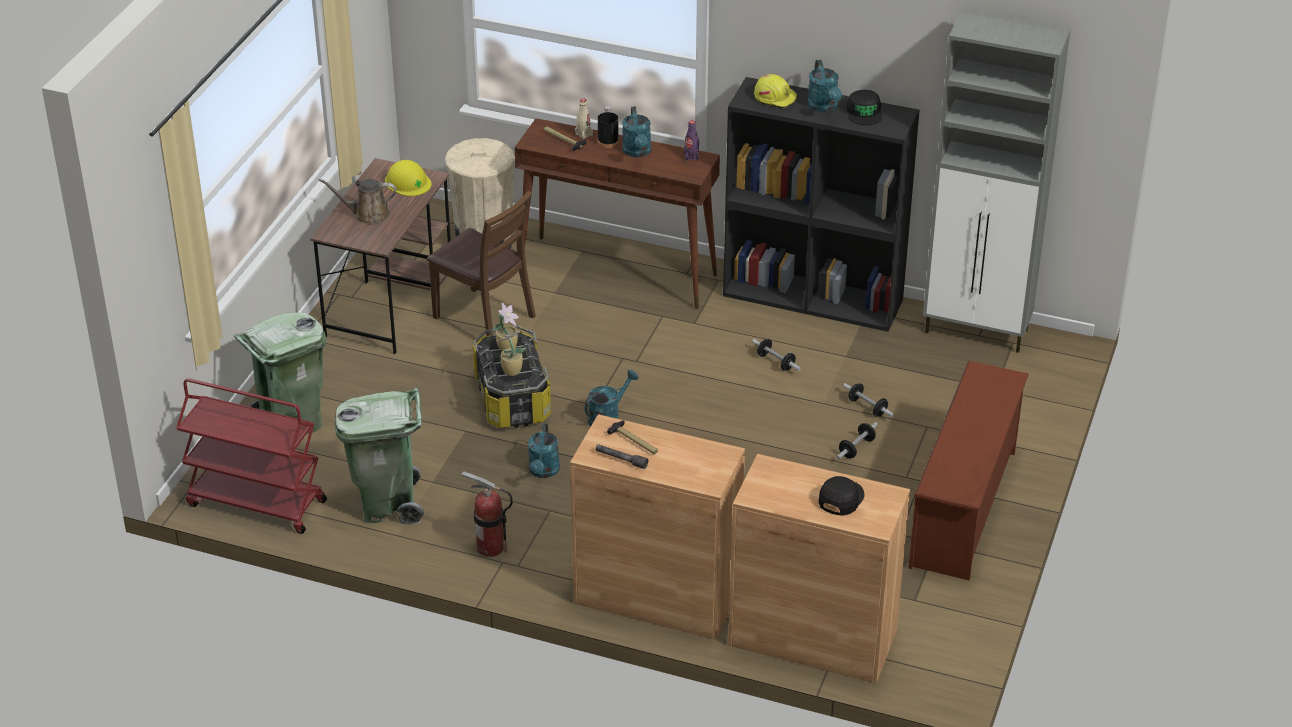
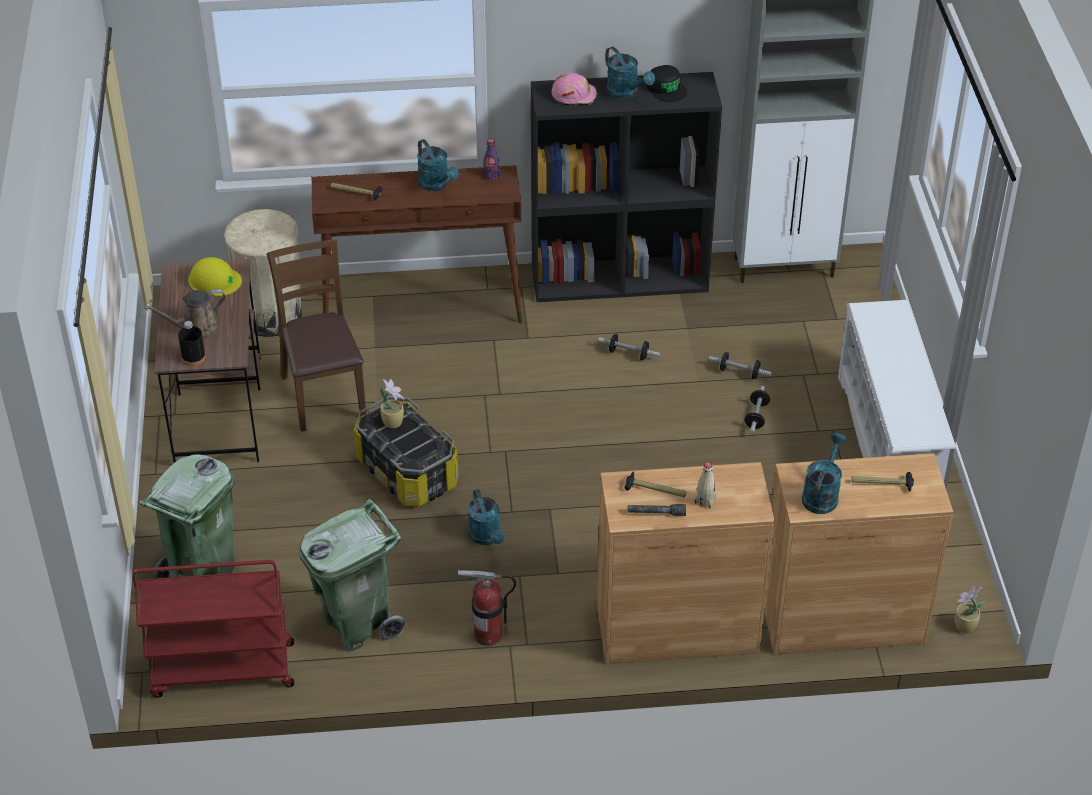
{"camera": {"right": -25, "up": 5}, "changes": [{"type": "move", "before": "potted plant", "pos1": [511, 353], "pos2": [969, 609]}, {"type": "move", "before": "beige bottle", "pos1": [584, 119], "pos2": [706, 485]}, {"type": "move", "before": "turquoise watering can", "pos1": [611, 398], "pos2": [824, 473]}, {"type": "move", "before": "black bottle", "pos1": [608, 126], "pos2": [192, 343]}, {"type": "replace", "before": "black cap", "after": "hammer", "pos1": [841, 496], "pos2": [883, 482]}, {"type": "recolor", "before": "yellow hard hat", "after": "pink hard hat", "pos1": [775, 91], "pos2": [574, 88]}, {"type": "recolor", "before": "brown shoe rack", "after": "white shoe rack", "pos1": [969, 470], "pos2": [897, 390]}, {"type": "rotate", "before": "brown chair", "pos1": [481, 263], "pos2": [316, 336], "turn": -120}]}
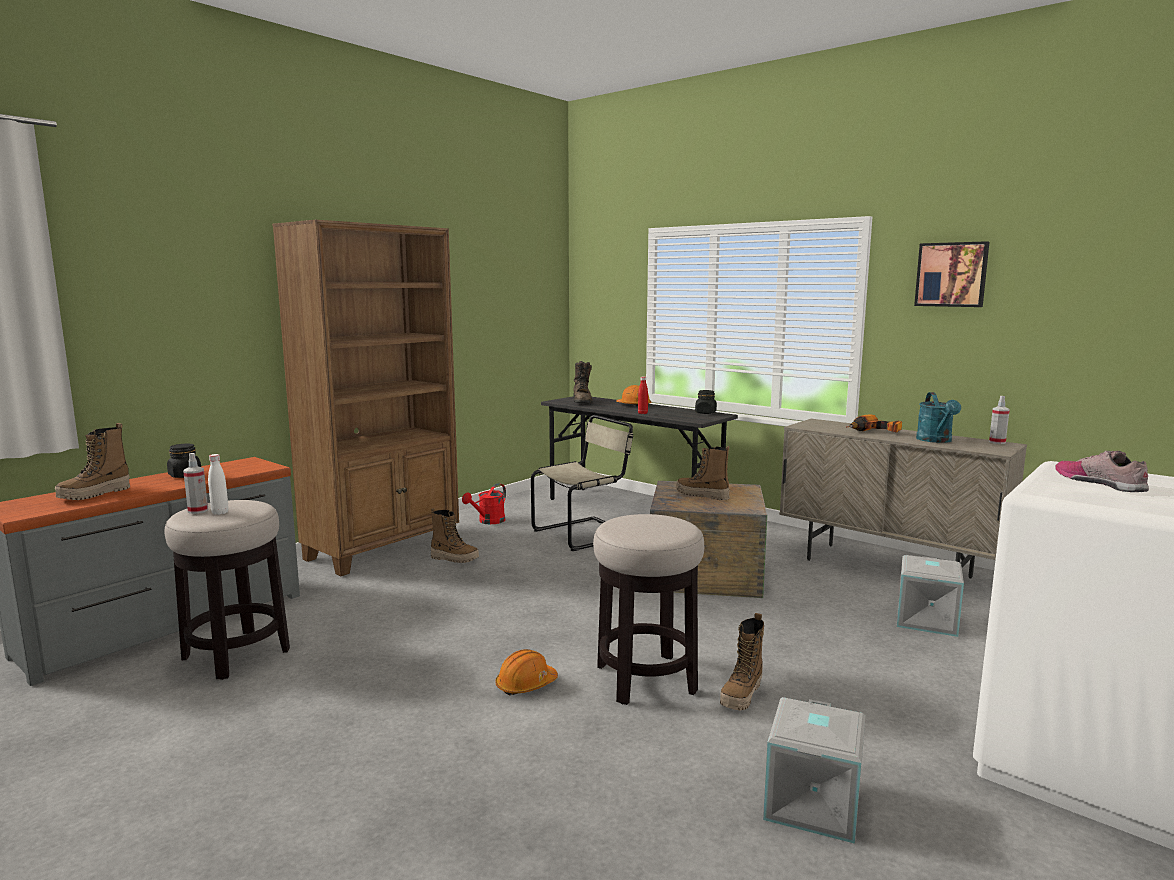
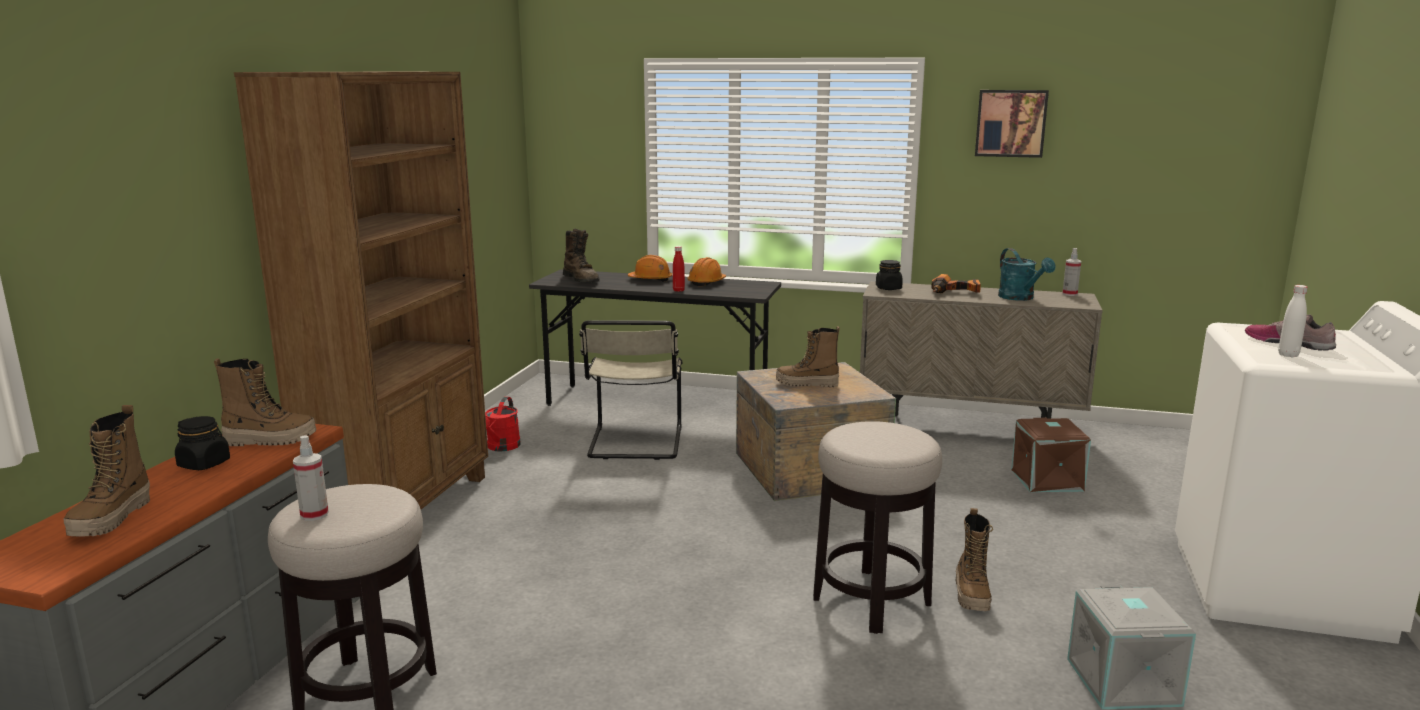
{"camera": {"right": -25, "up": 5}, "changes": [{"type": "move", "before": "white bottle", "pos1": [218, 484], "pos2": [1293, 321]}, {"type": "move", "before": "boot", "pos1": [455, 535], "pos2": [265, 402]}, {"type": "move", "before": "orange hard hat", "pos1": [526, 672], "pos2": [706, 271]}, {"type": "move", "before": "black jar", "pos1": [706, 402], "pos2": [889, 275]}, {"type": "recolor", "before": "grey storage box", "after": "brown storage box", "pos1": [930, 596], "pos2": [1051, 455]}, {"type": "rotate", "before": "beige chair", "pos1": [582, 483], "pos2": [631, 390], "turn": 150}]}
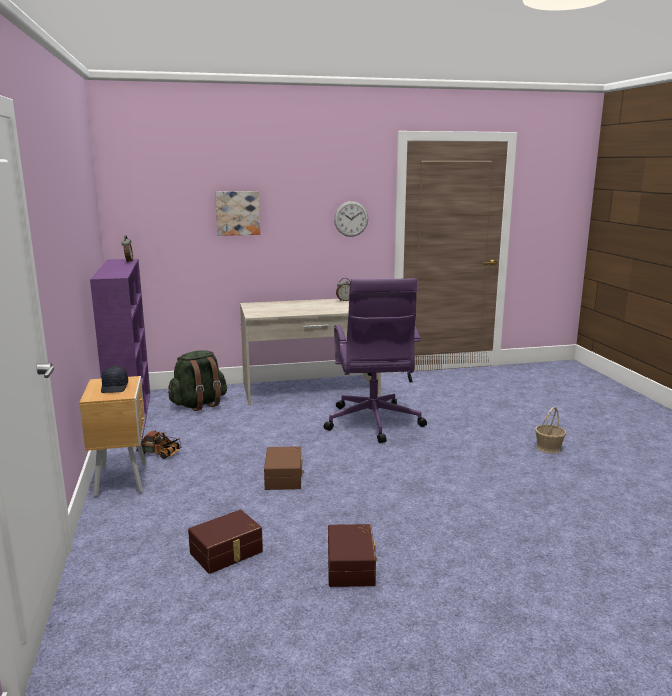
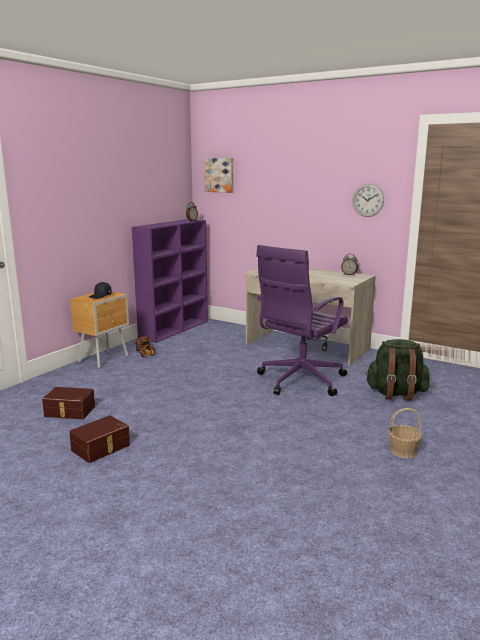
{"camera": {"right": 45, "up": 0}, "changes": [{"type": "delete", "before": "brown storage box", "pos1": [284, 468]}, {"type": "move", "before": "green backpack", "pos1": [197, 380], "pos2": [397, 370]}, {"type": "move", "before": "picture", "pos1": [237, 213], "pos2": [218, 175]}]}
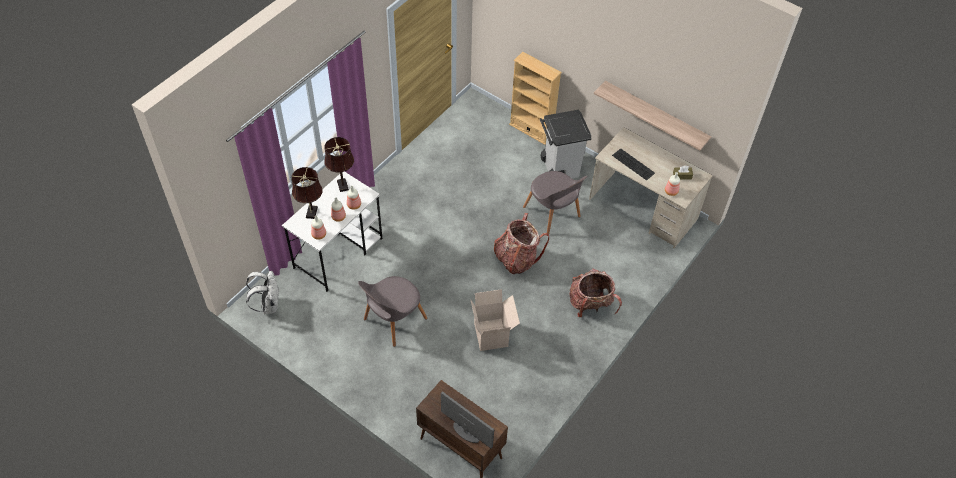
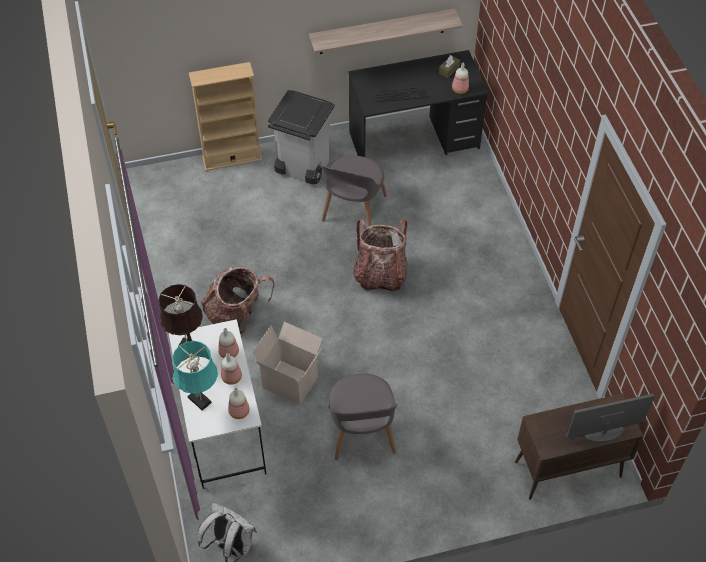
{"camera": {"right": -50, "up": 0}, "changes": [{"type": "move", "before": "cardboard box", "pos1": [495, 320], "pos2": [287, 363]}, {"type": "move", "before": "backpack", "pos1": [595, 293], "pos2": [237, 300]}, {"type": "recolor", "before": "brown table lamp", "after": "turquoise table lamp", "pos1": [306, 193], "pos2": [195, 375]}, {"type": "recolor", "before": "beige desk", "after": "black desk", "pos1": [651, 187], "pos2": [419, 103]}, {"type": "rotate", "before": "grey chair", "pos1": [555, 202], "pos2": [354, 191], "turn": 105}]}
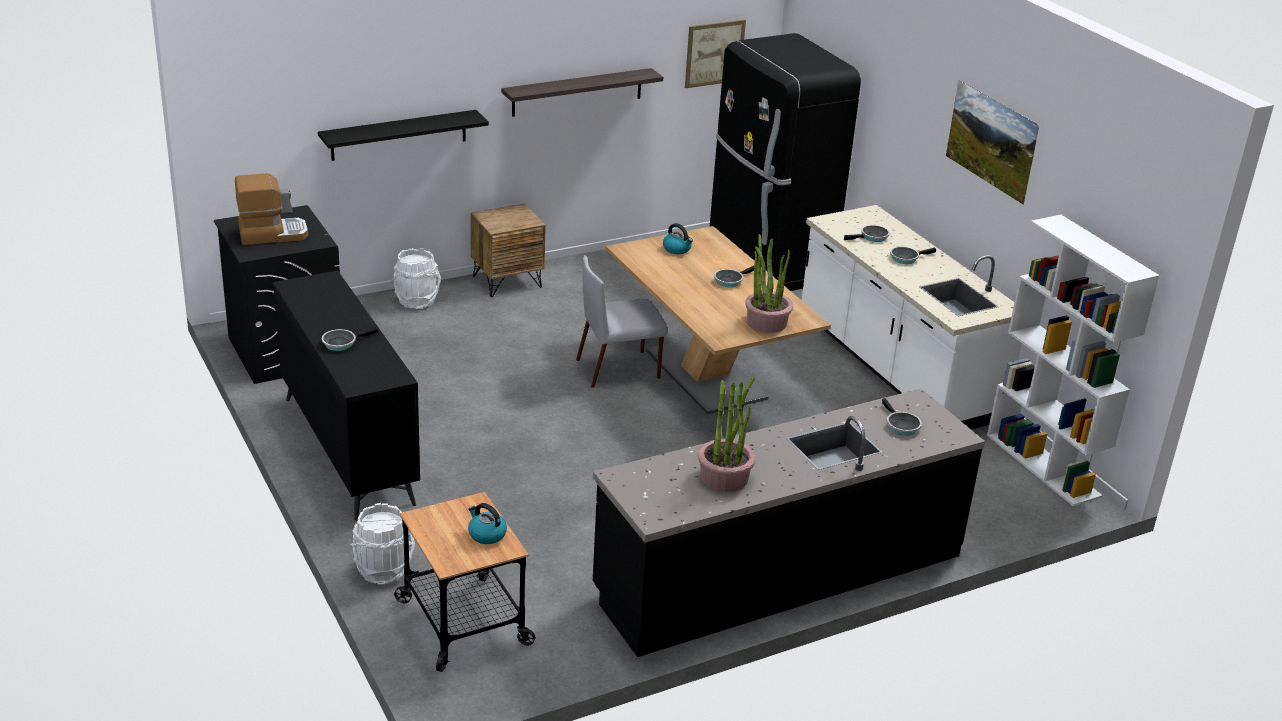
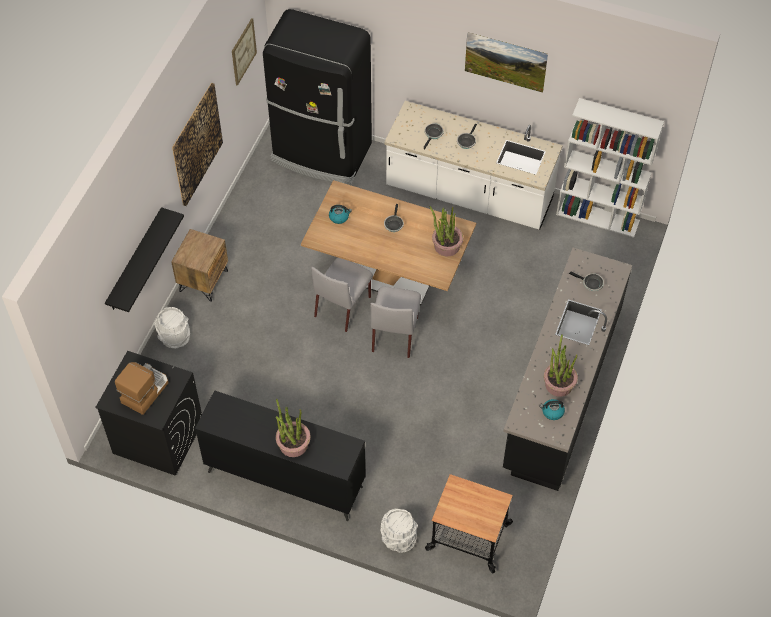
{"camera": {"right": -40, "up": 25}, "changes": [{"type": "insert", "after": "grey chair", "pos2": [395, 322]}, {"type": "move", "before": "kettle", "pos1": [487, 523], "pos2": [552, 409]}, {"type": "replace", "before": "frying pan", "after": "potted plant", "pos1": [350, 339], "pos2": [293, 427]}, {"type": "replace", "before": "shelf", "after": "picture", "pos1": [582, 92], "pos2": [197, 144]}]}
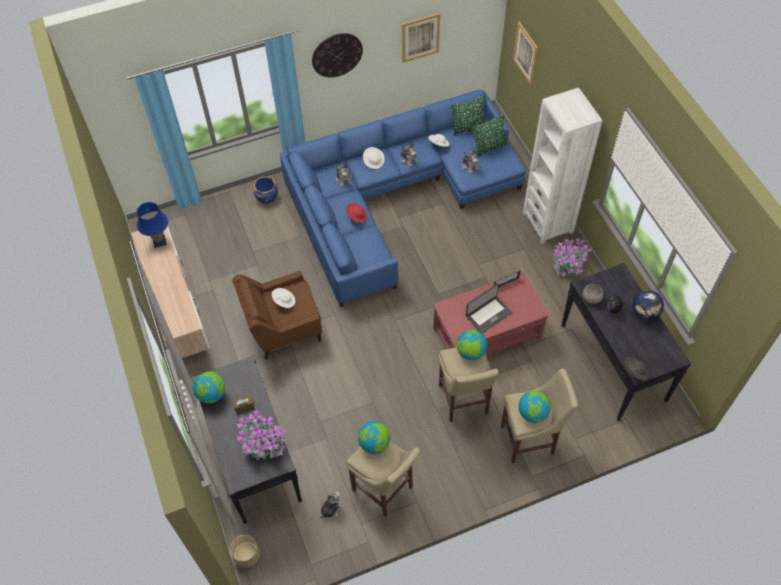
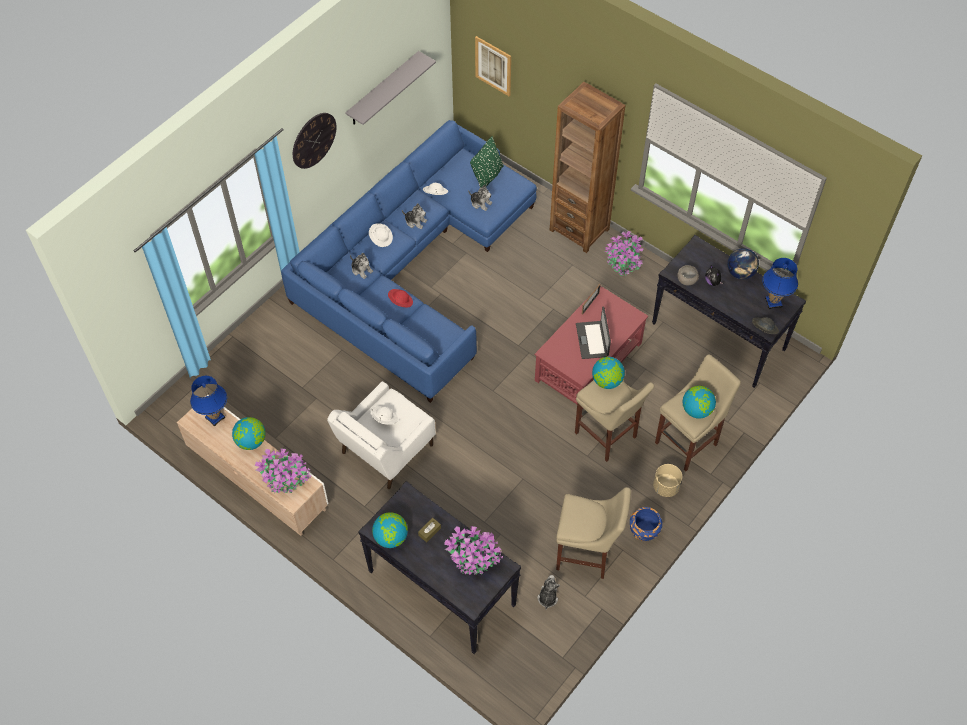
{"camera": {"right": -30, "up": 0}, "changes": [{"type": "delete", "before": "green pillow", "pos1": [468, 115]}, {"type": "insert", "after": "potted plant", "pos2": [283, 470]}, {"type": "insert", "after": "blue table lamp", "pos2": [780, 283]}, {"type": "move", "before": "beige planter", "pos1": [245, 551], "pos2": [667, 480]}, {"type": "move", "before": "blue planter", "pos1": [266, 190], "pos2": [646, 524]}, {"type": "move", "before": "globe", "pos1": [374, 437], "pos2": [248, 433]}, {"type": "replace", "before": "picture", "after": "grey shelf", "pos1": [421, 38], "pos2": [390, 88]}, {"type": "recolor", "before": "brown armchair", "after": "white armchair", "pos1": [277, 315], "pos2": [381, 435]}, {"type": "recolor", "before": "white bookcase", "after": "brown bookcase", "pos1": [563, 166], "pos2": [587, 167]}, {"type": "rotate", "before": "laptop", "pos1": [489, 308], "pos2": [593, 333], "turn": 150}]}
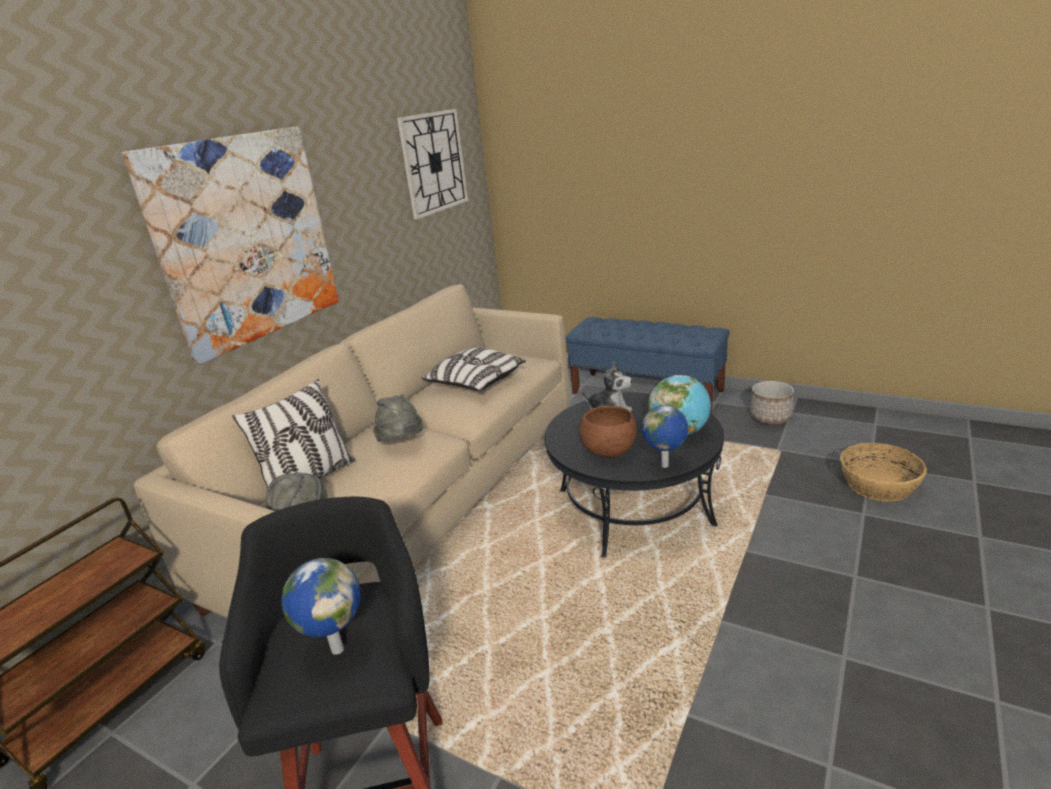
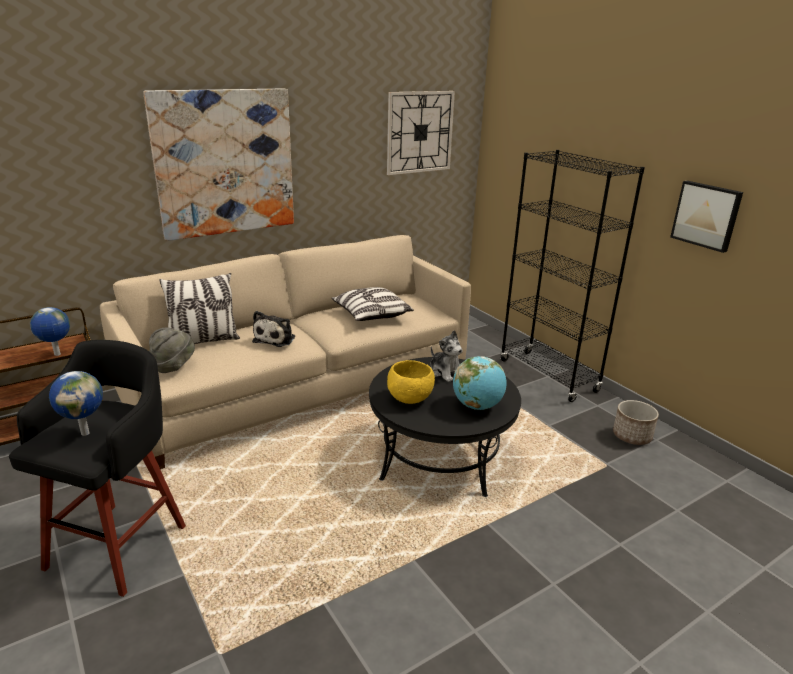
{"camera": {"right": 25, "up": 0}, "changes": [{"type": "delete", "before": "basket", "pos1": [883, 472]}, {"type": "insert", "after": "picture", "pos2": [706, 217]}, {"type": "move", "before": "globe", "pos1": [664, 436], "pos2": [50, 331]}, {"type": "replace", "before": "grey hat", "after": "plush toy", "pos1": [397, 418], "pos2": [273, 329]}, {"type": "replace", "before": "blue bench", "after": "black bookcase", "pos1": [647, 365], "pos2": [572, 276]}, {"type": "recolor", "before": "brown bowl", "after": "yellow bowl", "pos1": [608, 431], "pos2": [411, 382]}]}
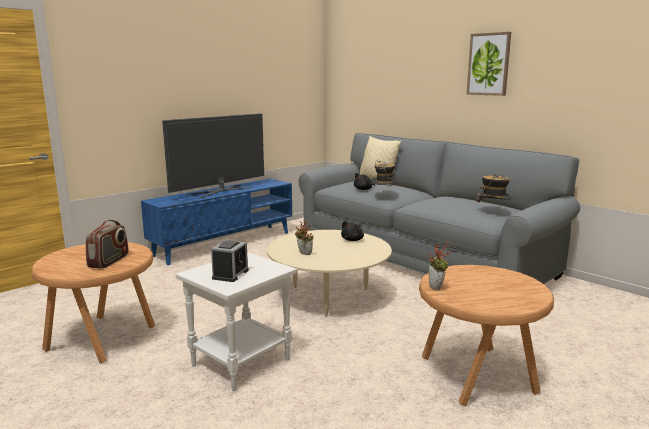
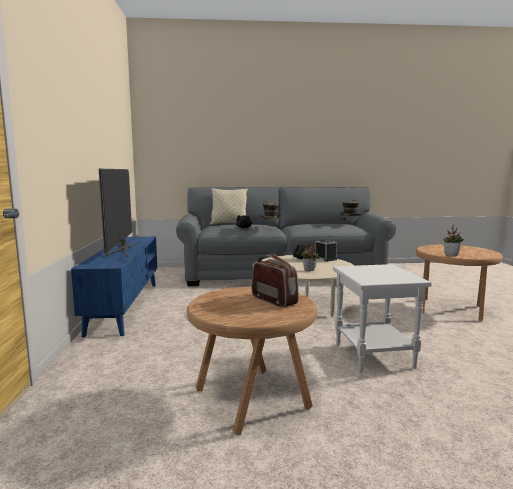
{"camera": {"right": -50, "up": -5}, "changes": [{"type": "delete", "before": "picture", "pos1": [489, 64]}, {"type": "move", "before": "alarm clock", "pos1": [230, 261], "pos2": [326, 250]}]}
